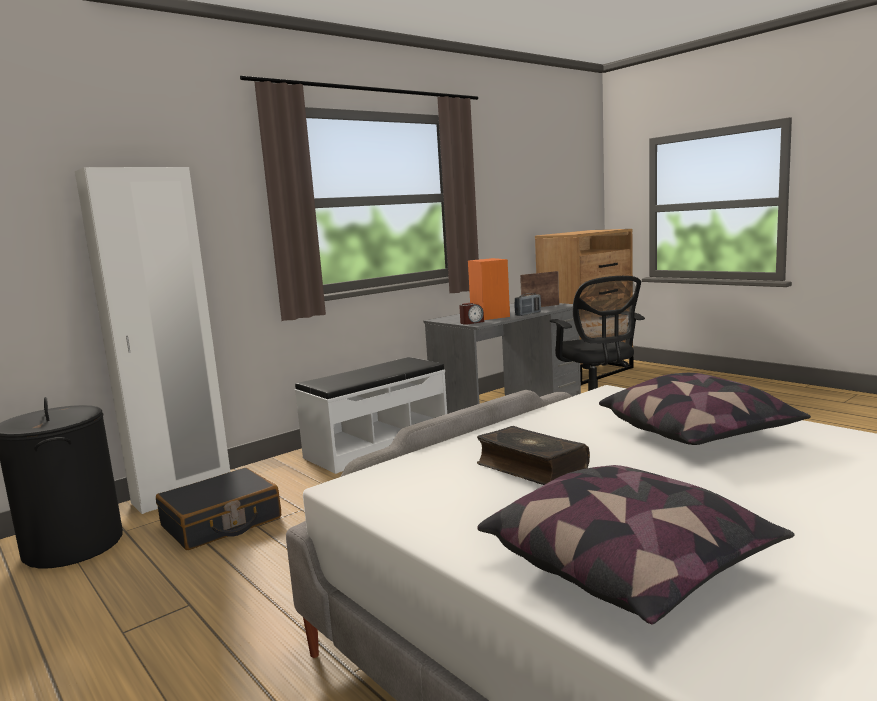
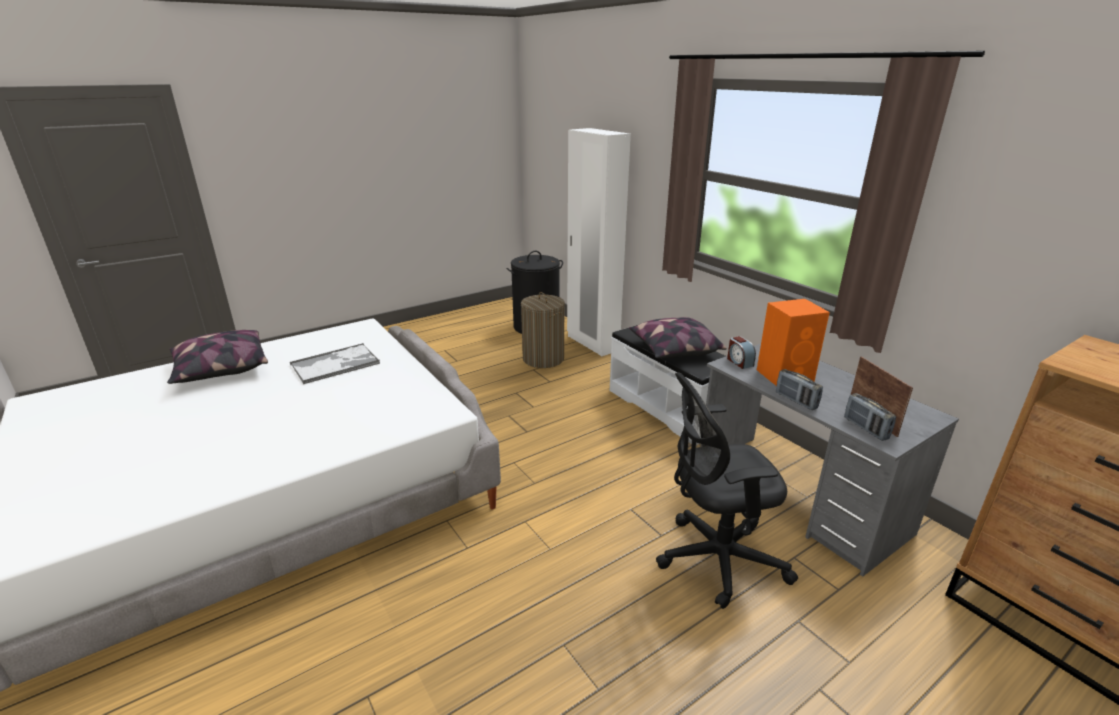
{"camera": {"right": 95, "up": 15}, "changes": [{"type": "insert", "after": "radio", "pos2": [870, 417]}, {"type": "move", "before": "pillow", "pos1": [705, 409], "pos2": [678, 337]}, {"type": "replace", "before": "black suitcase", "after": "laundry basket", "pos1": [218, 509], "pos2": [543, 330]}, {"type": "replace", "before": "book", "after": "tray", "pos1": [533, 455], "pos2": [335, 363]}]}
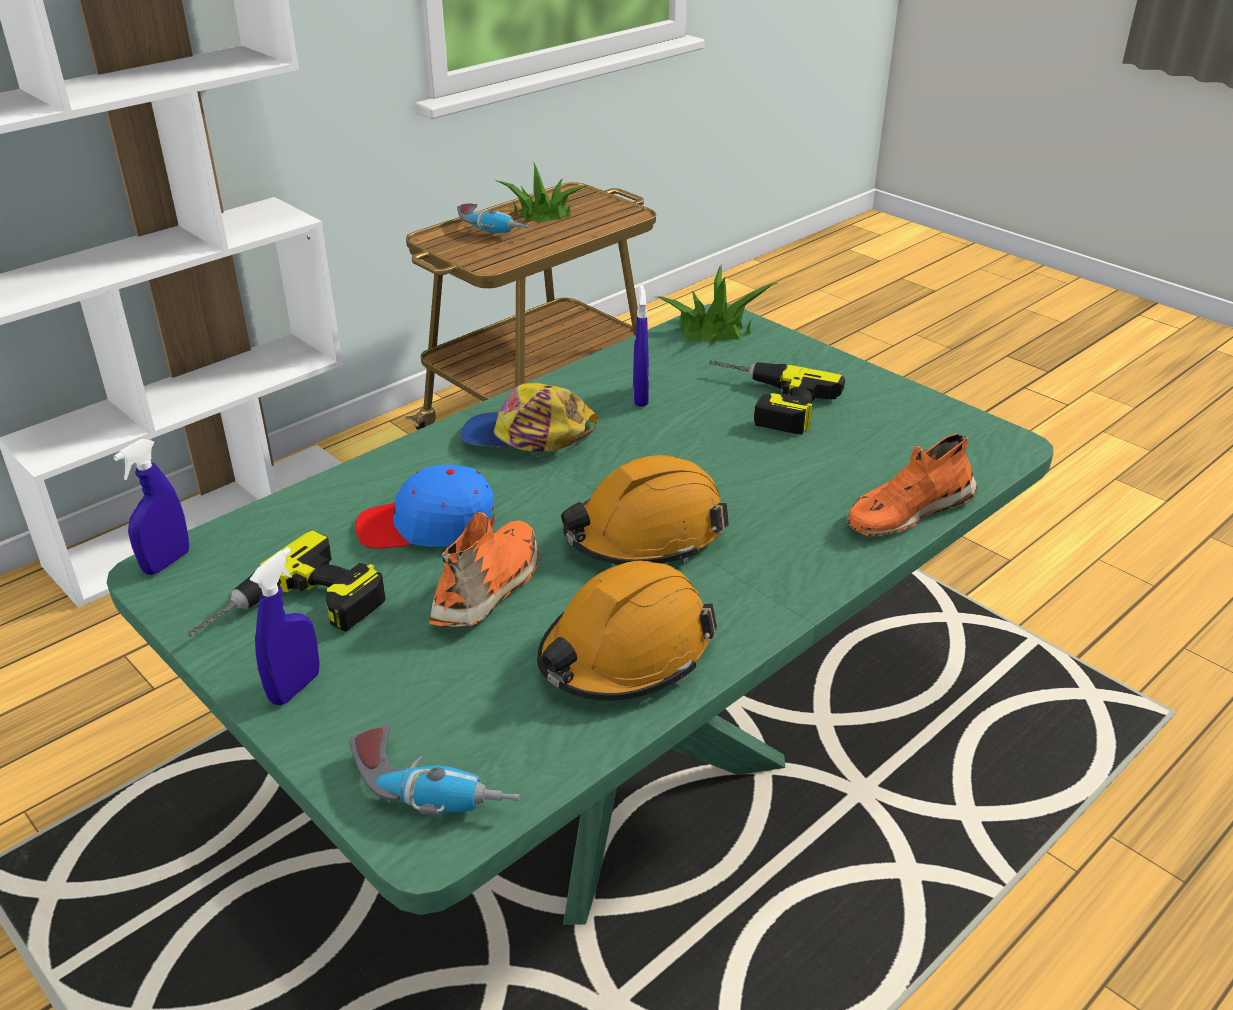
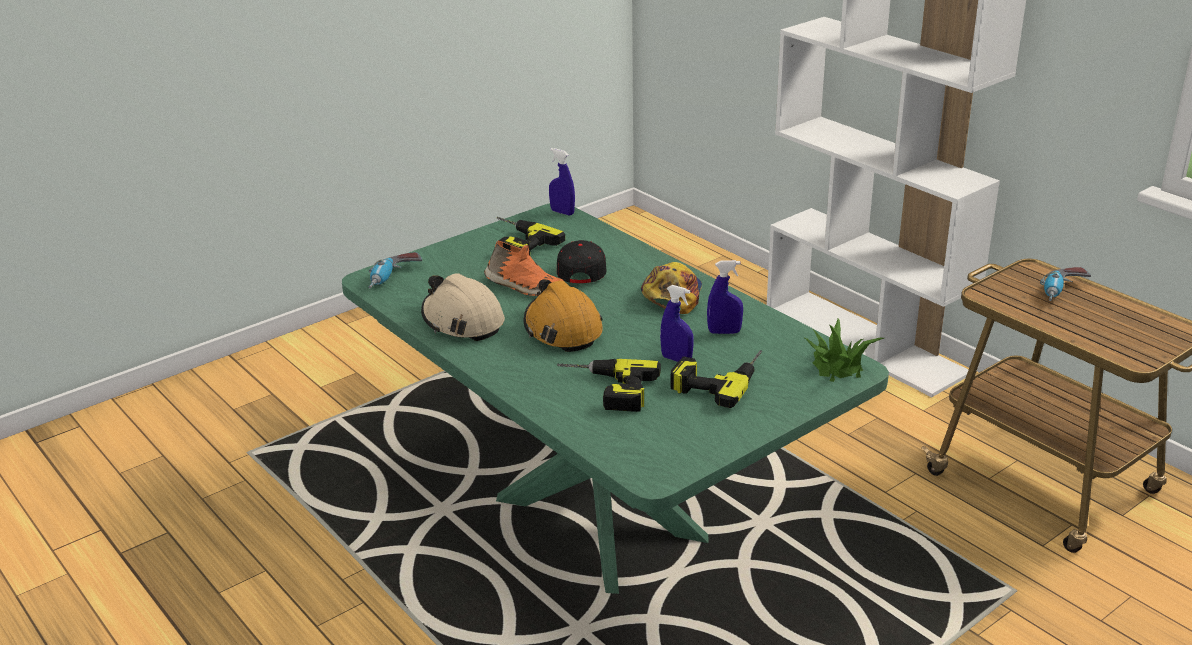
{"camera": {"right": 95, "up": -5}, "changes": [{"type": "delete", "before": "potted plant", "pos1": [541, 191]}, {"type": "delete", "before": "orange shoe", "pos1": [912, 485]}, {"type": "insert", "after": "power drill", "pos2": [609, 385]}, {"type": "move", "before": "blue spray bottle", "pos1": [285, 626], "pos2": [677, 323]}, {"type": "recolor", "before": "blue cap", "after": "black cap", "pos1": [424, 507], "pos2": [581, 261]}, {"type": "recolor", "before": "orange hard hat", "after": "beige hard hat", "pos1": [627, 631], "pos2": [463, 307]}]}
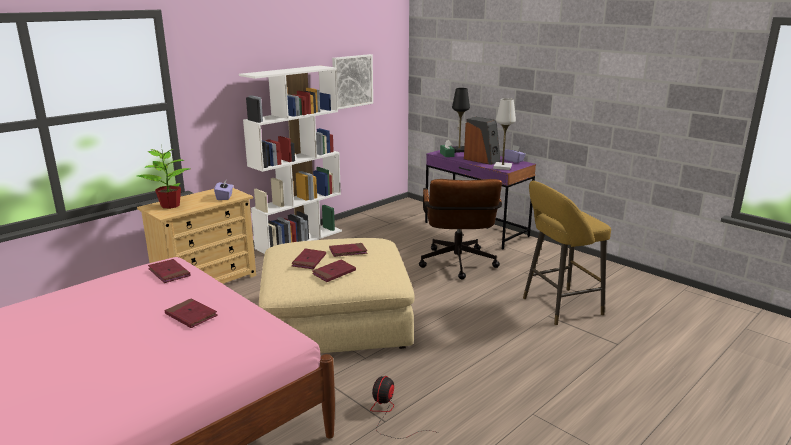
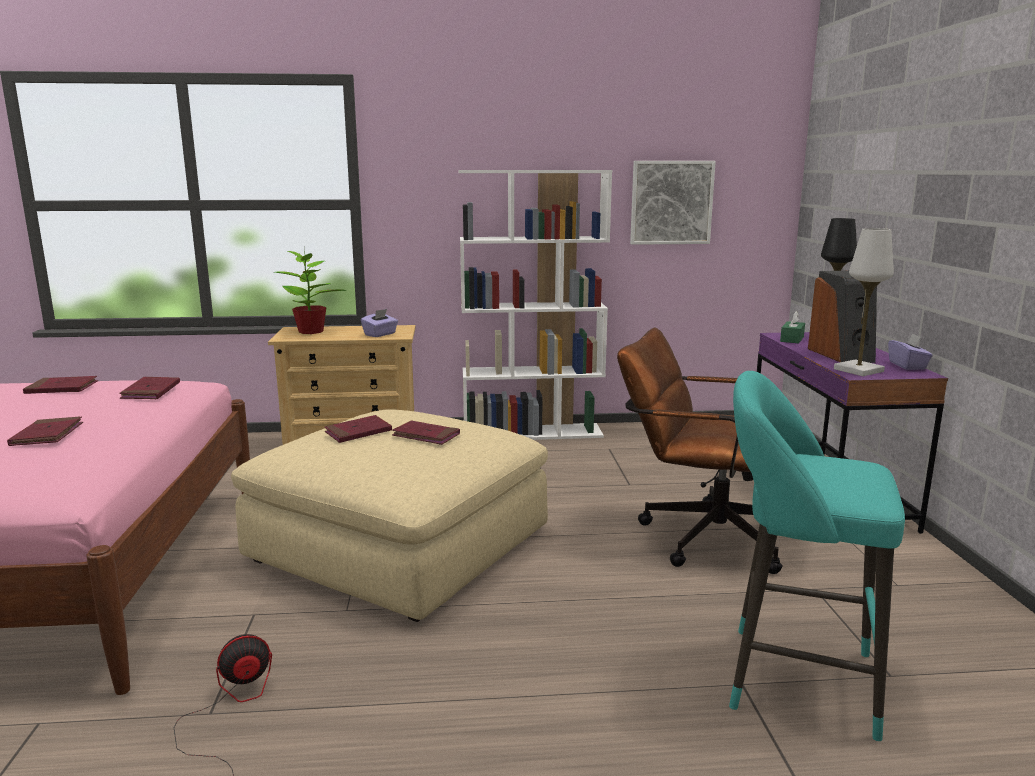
{"camera": {"right": 40, "up": -5}, "changes": [{"type": "move", "before": "red book", "pos1": [334, 270], "pos2": [60, 385]}, {"type": "recolor", "before": "yellow stool", "after": "turquoise stool", "pos1": [567, 253], "pos2": [817, 556]}, {"type": "rotate", "before": "brown office chair", "pos1": [460, 229], "pos2": [700, 451], "turn": 75}]}
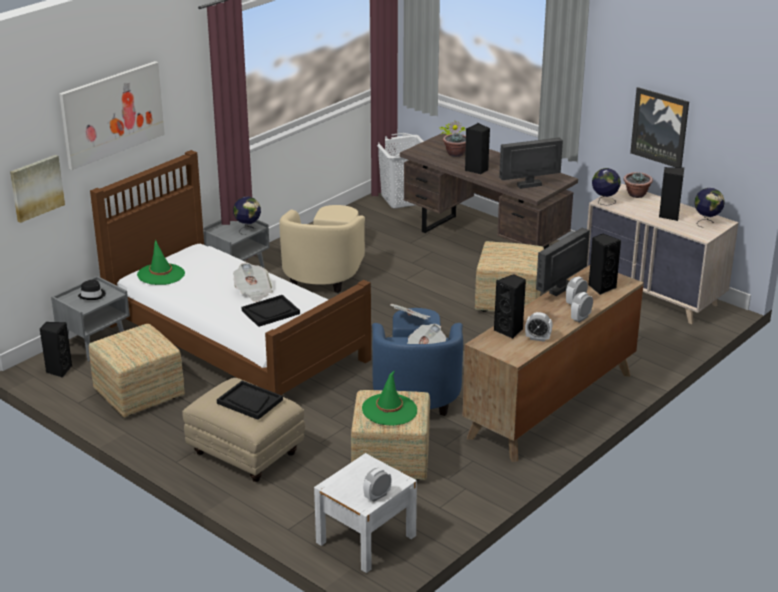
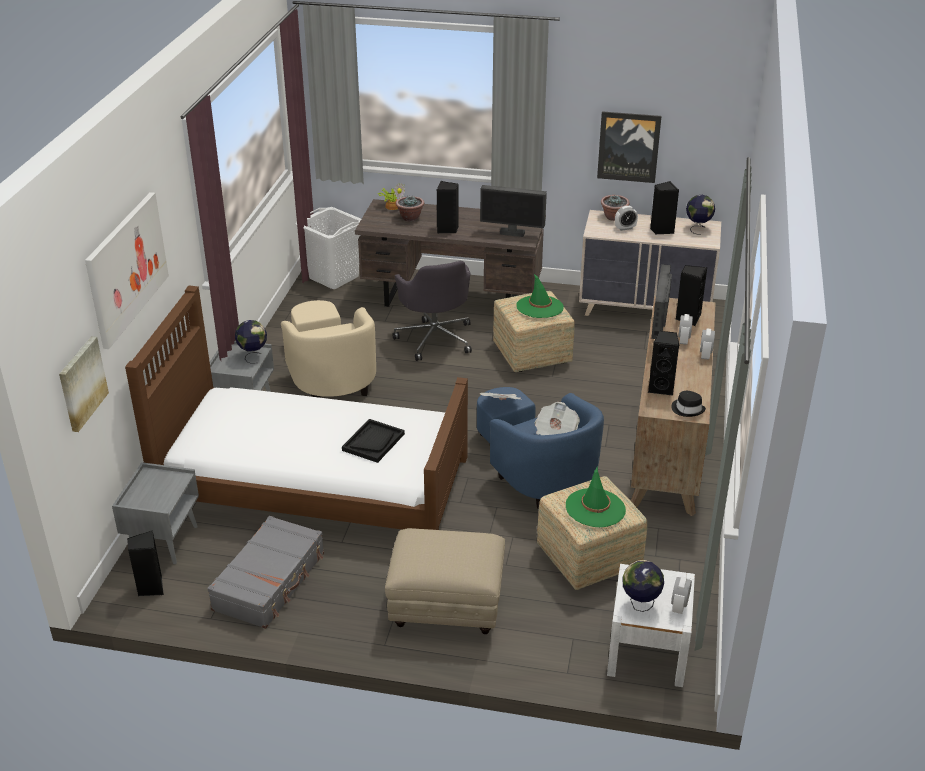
{"camera": {"right": -30, "up": 5}, "changes": [{"type": "delete", "before": "black tray", "pos1": [250, 400]}, {"type": "delete", "before": "newspaper", "pos1": [253, 282]}, {"type": "insert", "after": "grey office chair", "pos2": [432, 311]}, {"type": "move", "before": "black hat", "pos1": [92, 290], "pos2": [688, 404]}, {"type": "move", "before": "green hat", "pos1": [161, 262], "pos2": [540, 296]}, {"type": "move", "before": "alarm clock", "pos1": [539, 327], "pos2": [626, 218]}, {"type": "move", "before": "globe", "pos1": [606, 186], "pos2": [643, 586]}, {"type": "replace", "before": "ottoman", "after": "grey suitcase", "pos1": [137, 371], "pos2": [265, 572]}, {"type": "rotate", "before": "monitor", "pos1": [531, 163], "pos2": [513, 211], "turn": -120}]}
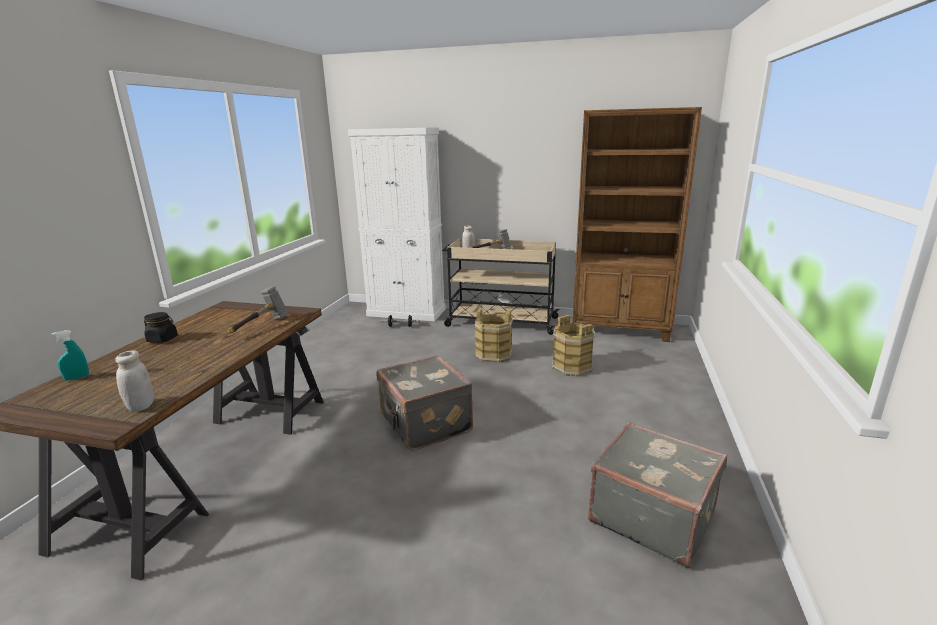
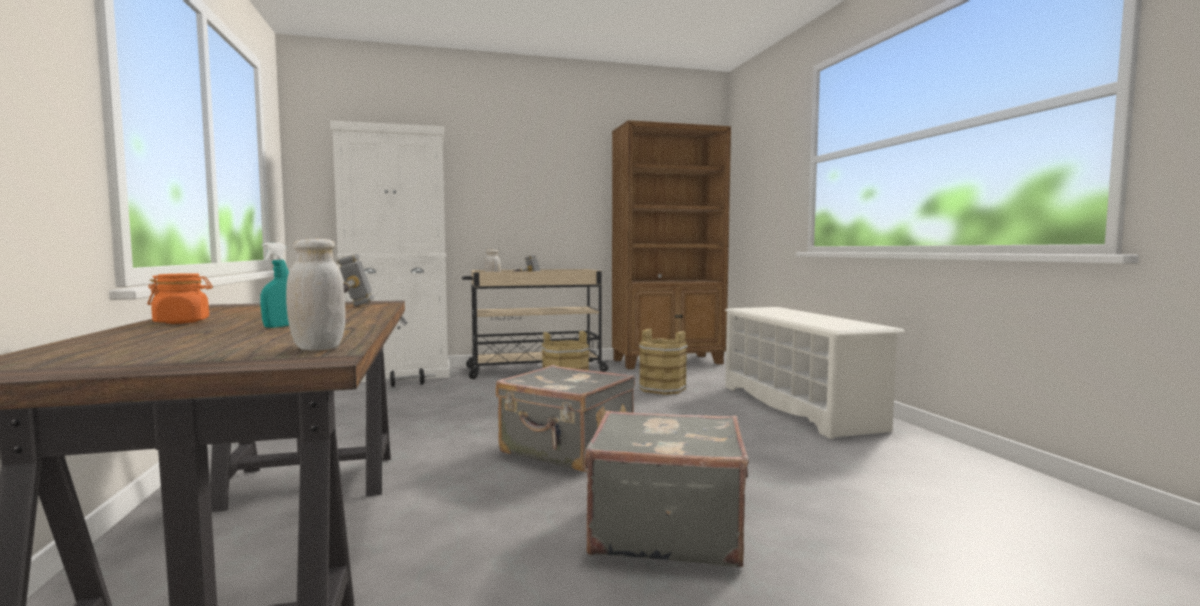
{"camera": {"right": -30, "up": -15}, "changes": [{"type": "insert", "after": "white shoe rack", "pos2": [815, 373]}, {"type": "move", "before": "turquoise spray bottle", "pos1": [70, 355], "pos2": [274, 285]}, {"type": "move", "before": "grey suitcase", "pos1": [657, 495], "pos2": [667, 489]}, {"type": "recolor", "before": "black jar", "after": "orange jar", "pos1": [161, 327], "pos2": [180, 298]}]}
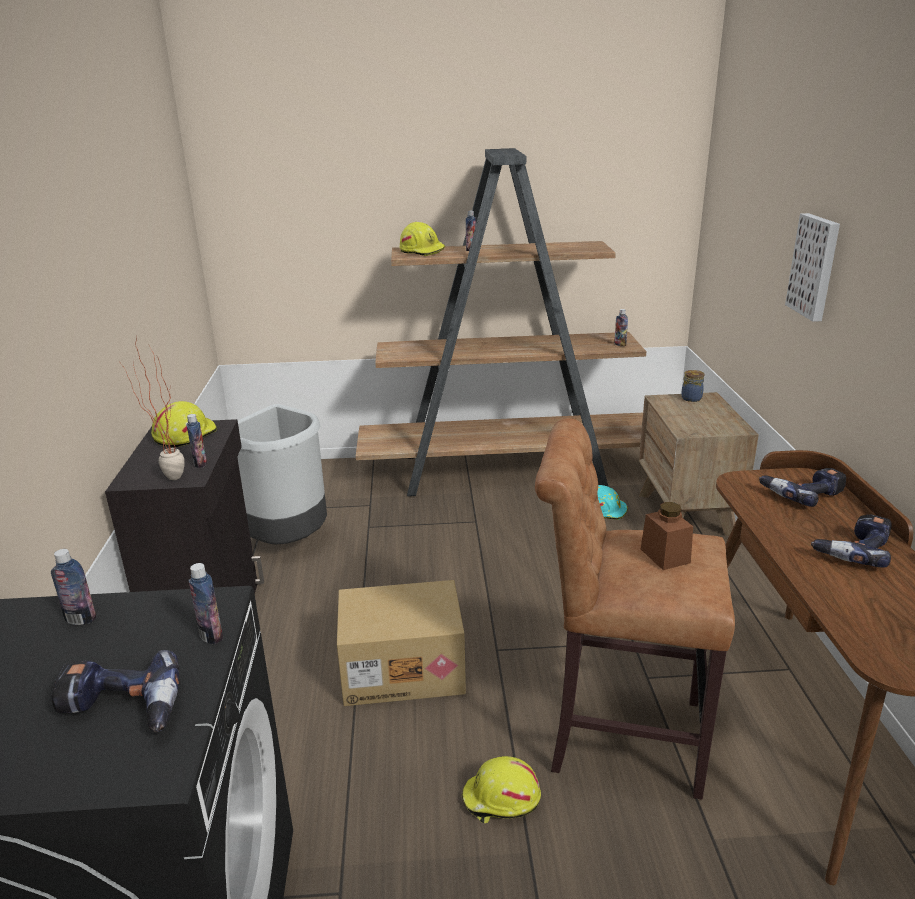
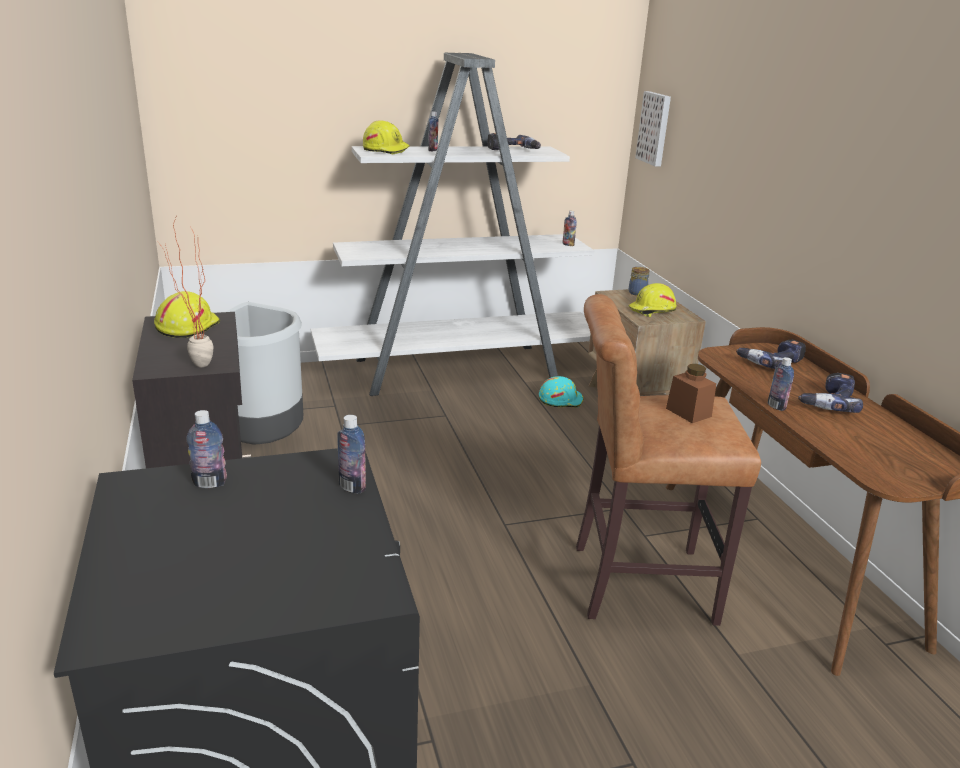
{"camera": {"right": -15, "up": 0}, "changes": [{"type": "delete", "before": "cardboard box", "pos1": [401, 643]}, {"type": "move", "before": "power drill", "pos1": [115, 691], "pos2": [514, 141]}, {"type": "move", "before": "bottle", "pos1": [197, 441], "pos2": [781, 384]}, {"type": "move", "before": "yellow hard hat", "pos1": [501, 789], "pos2": [653, 300]}, {"type": "move", "before": "picture", "pos1": [812, 267], "pos2": [653, 128]}, {"type": "recolor", "before": "brown bookcase", "after": "white bookcase", "pos1": [501, 322], "pos2": [452, 224]}]}
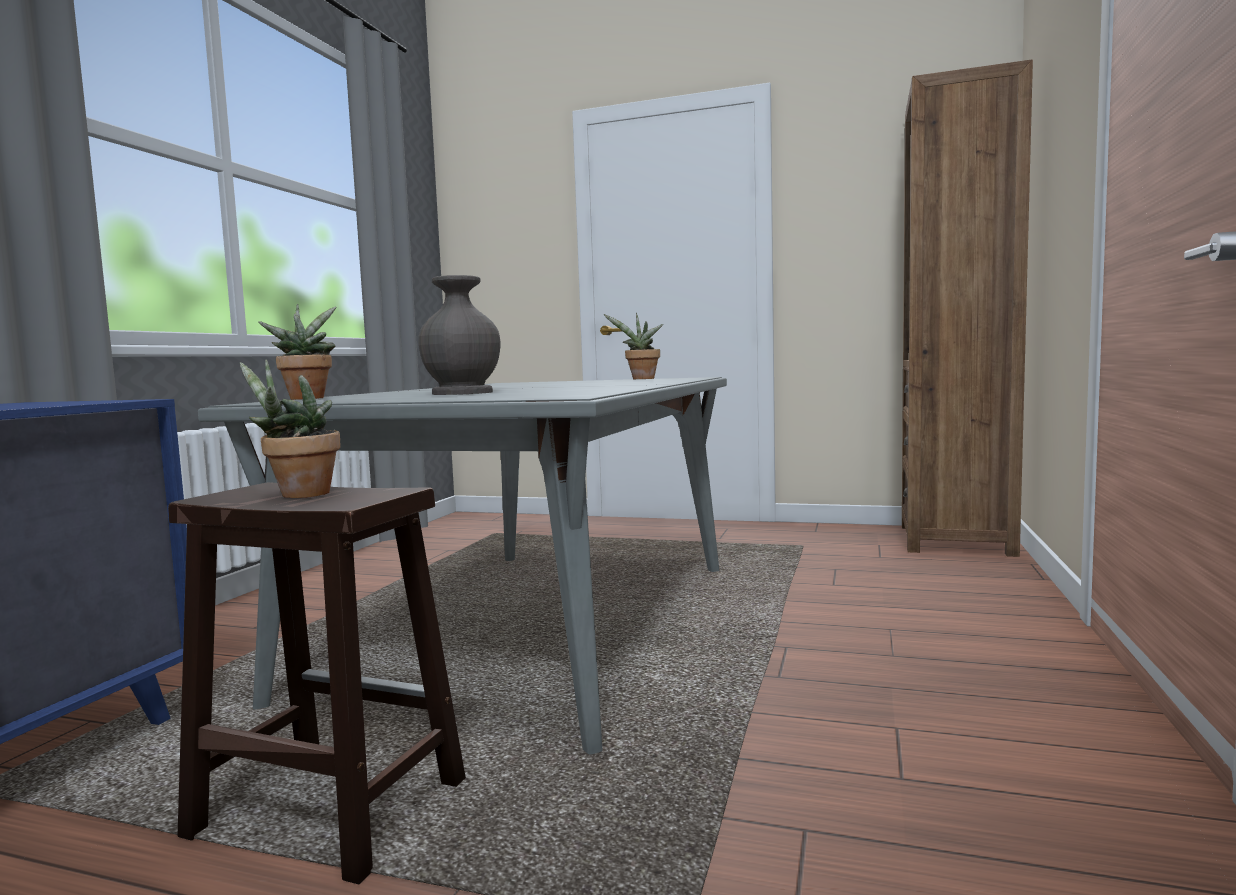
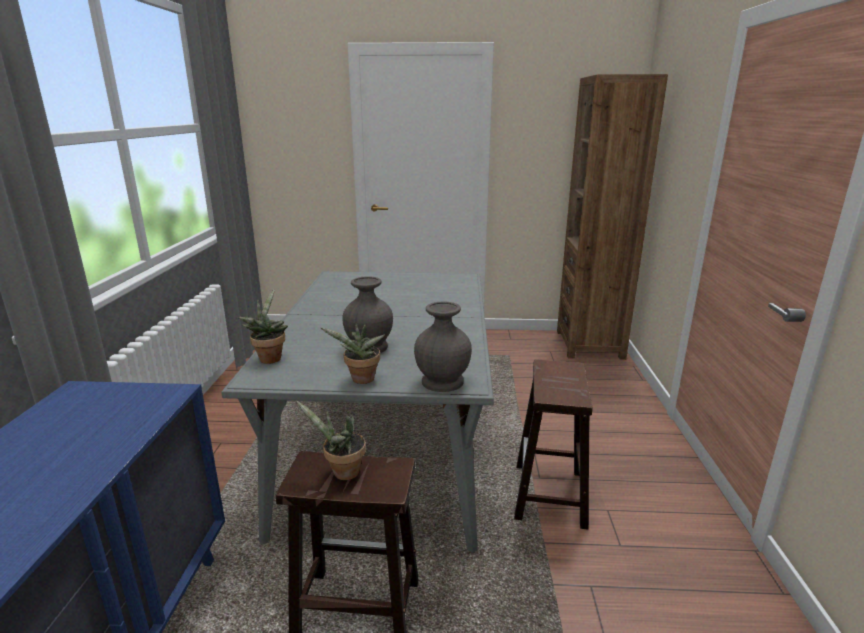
{"camera": {"right": -15, "up": 15}, "changes": [{"type": "insert", "after": "grey vase", "pos2": [443, 346]}, {"type": "insert", "after": "brown stool", "pos2": [553, 445]}, {"type": "move", "before": "potted plant", "pos1": [633, 346], "pos2": [353, 353]}]}
